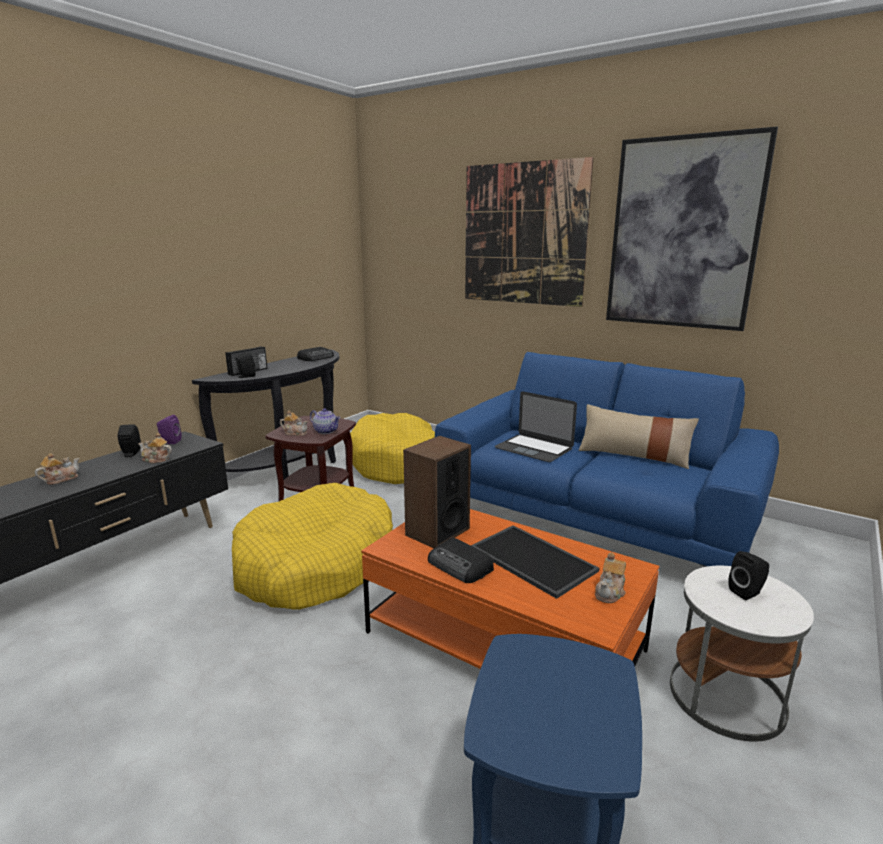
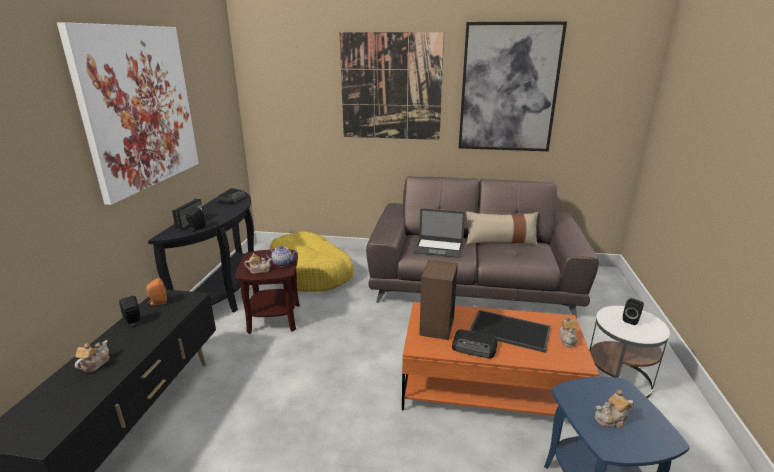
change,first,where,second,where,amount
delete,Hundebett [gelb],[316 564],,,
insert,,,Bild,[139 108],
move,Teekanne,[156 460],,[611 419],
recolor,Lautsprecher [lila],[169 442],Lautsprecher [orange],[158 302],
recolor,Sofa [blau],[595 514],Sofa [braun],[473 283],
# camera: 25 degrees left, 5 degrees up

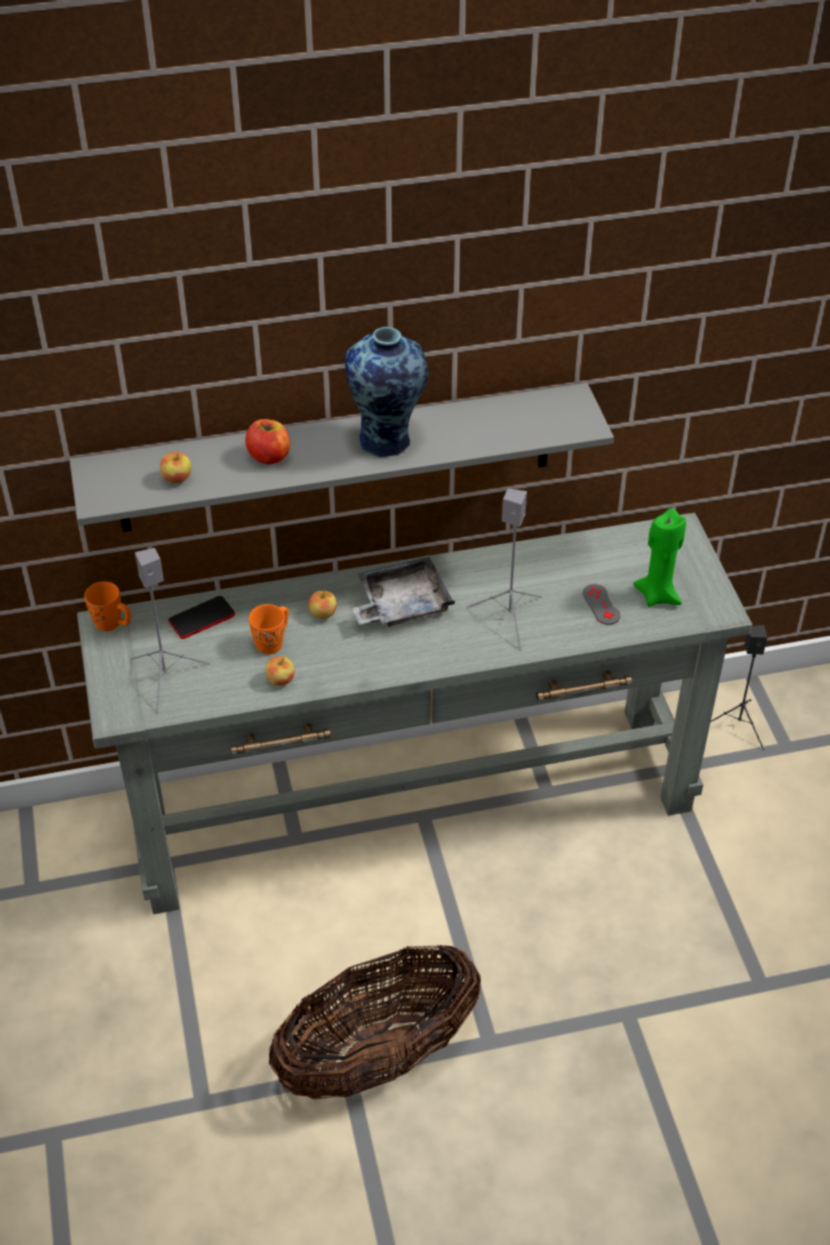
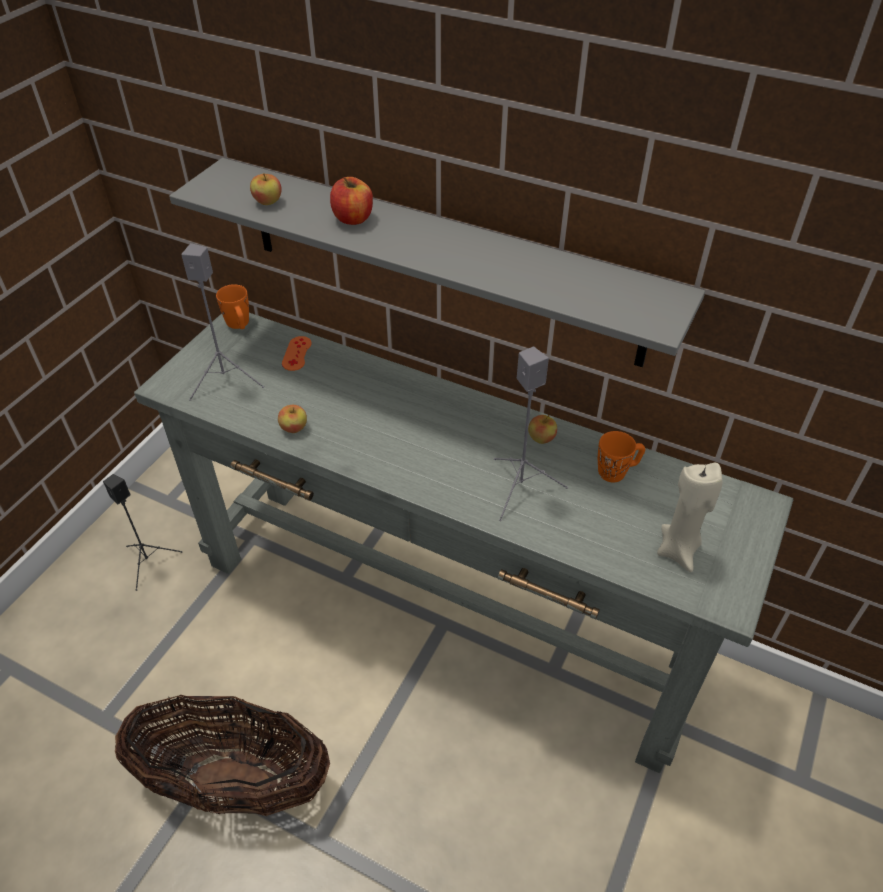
change,first,where,second,where,amount
delete,Vase,[387 441],,,
delete,Tablett [grau],[401 604],,,
delete,Gamepad [grau],[601 604],,,
move,Henkelbecher [orange],[273 641],,[617 471],
move,Apfel,[323 614],,[541 438],
move,Lautsprecher [schwarz],[738 724],,[149 561],
replace,Handy,[201 618],Gamepad [orange],[297 353],
recolor,Kerze [grün],[657 595],Kerze [beige],[678 550],
# camera: 40 degrees right, 0 degrees up

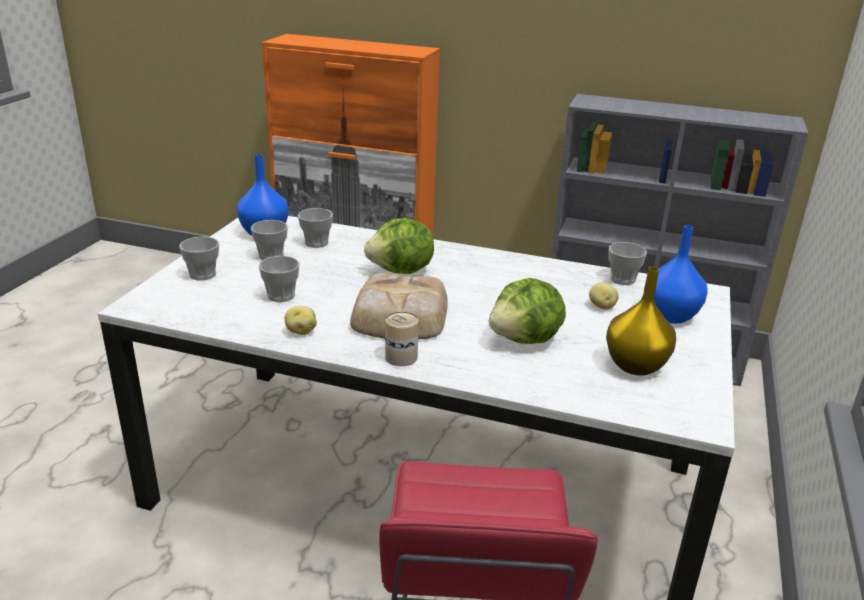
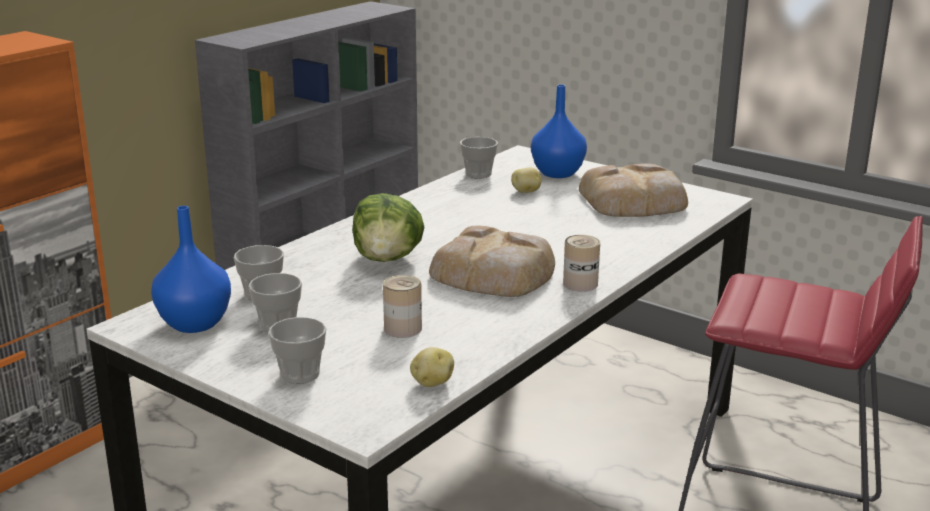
change,first,where,second,where,amount
delete,Salatkopf,[526 340],,,
move,Kartoffel,[301 331],,[432 383],
replace,Tasse,[281 295],Dose,[403 328],
replace,Vase [gelb],[635 366],Brot,[634 201],
# camera: 70 degrees left, 5 degrees down

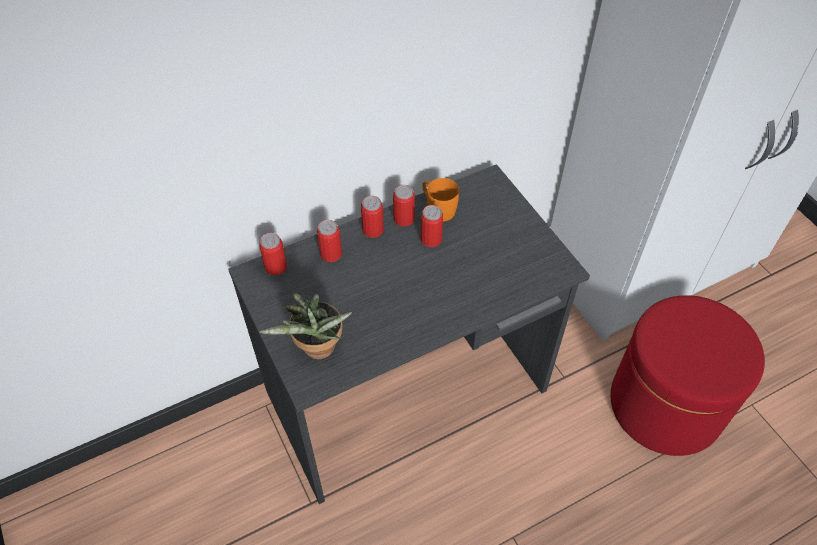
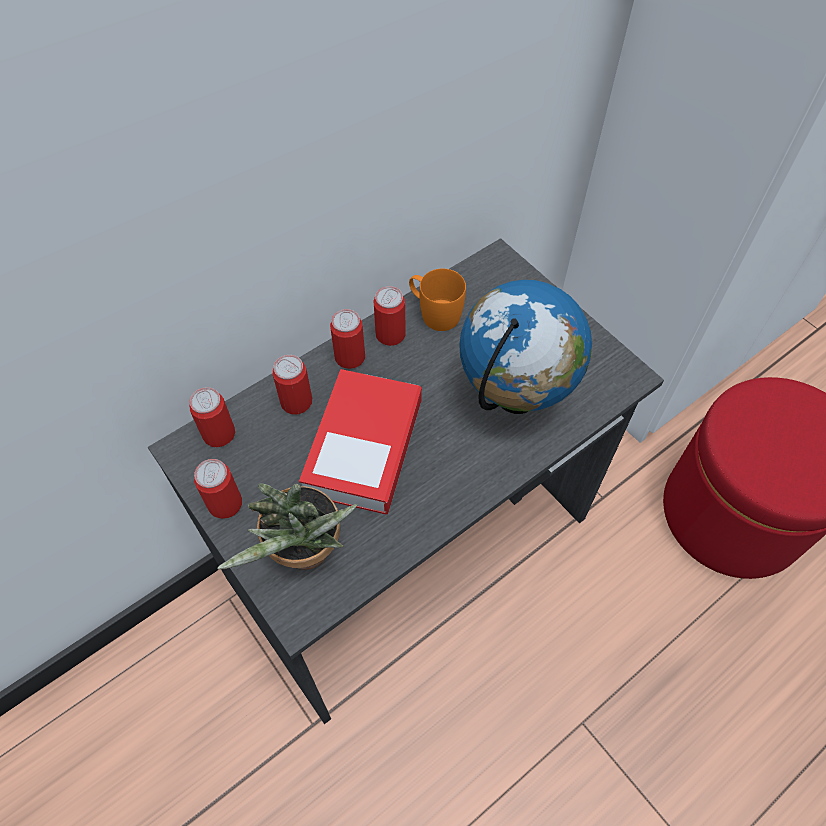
change,first,where,second,where,amount
insert,,,Buch,[364 447],
insert,,,Globus,[514 399],
move,Dose,[431 239],,[225 503],
# camera: 10 degrees left, 5 degrees up

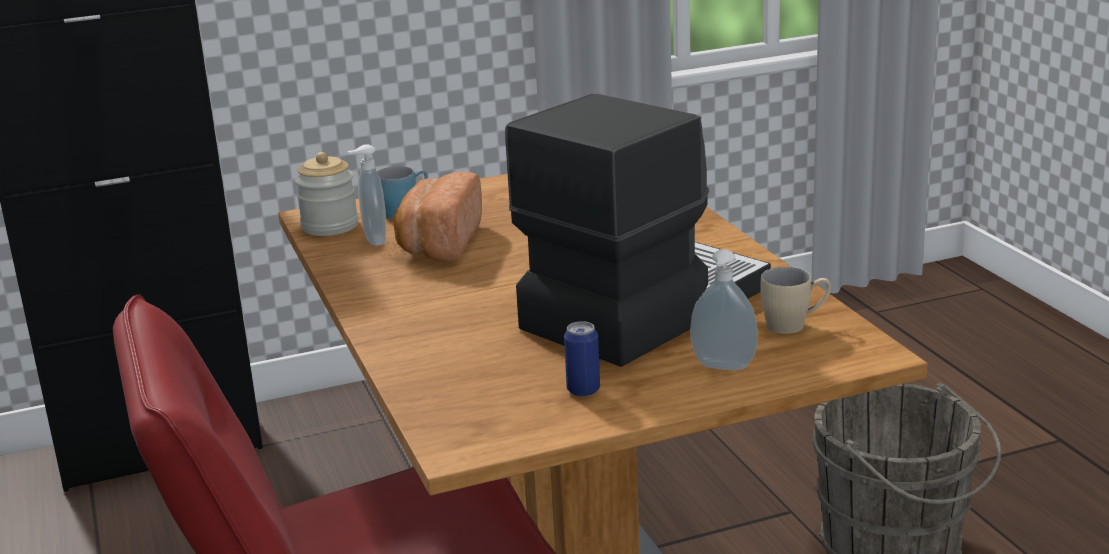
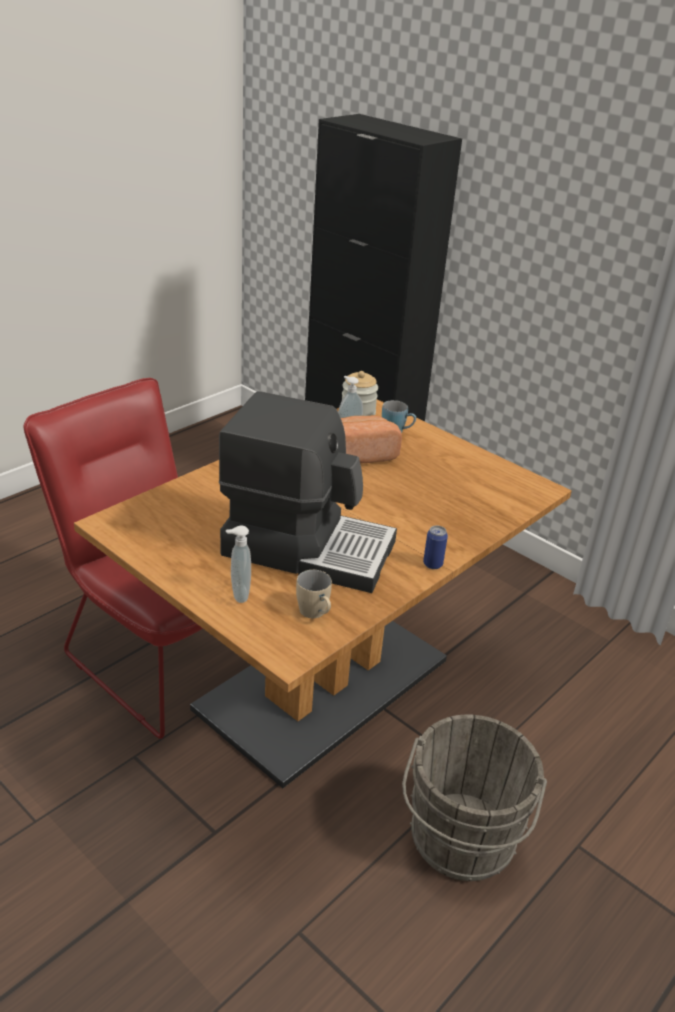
change,first,where,second,where,amount
move,Dose,[583 390],,[432 564],
# camera: 60 degrees right, 10 degrees up

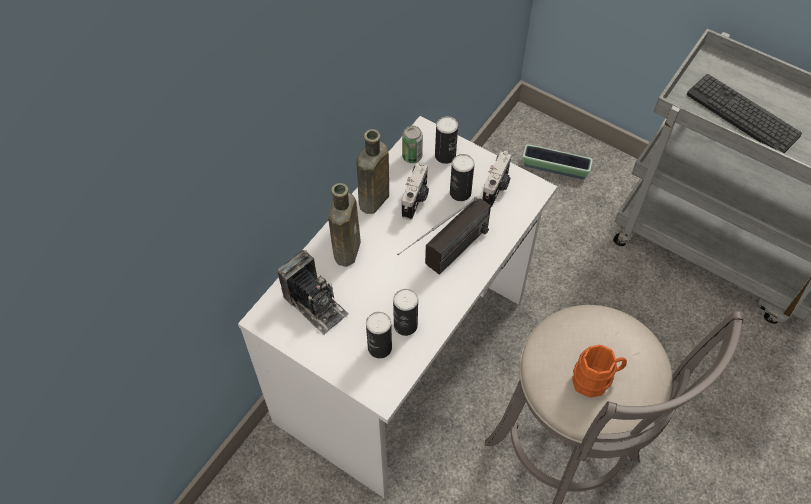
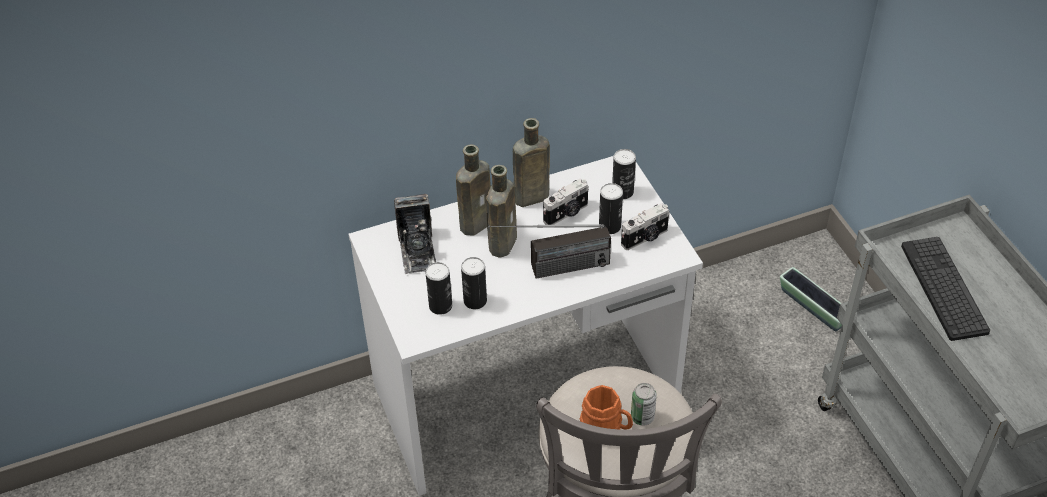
change,first,where,second,where,amount
insert,,,Flasche [braun],[503 241],
move,Dose,[412 156],,[642 417],
# camera: 35 degrees right, 10 degrees down

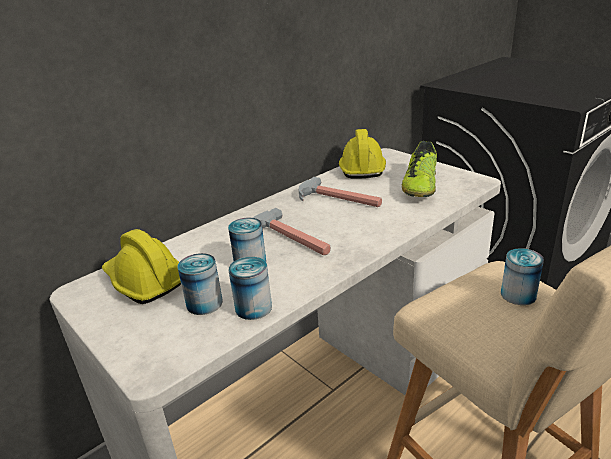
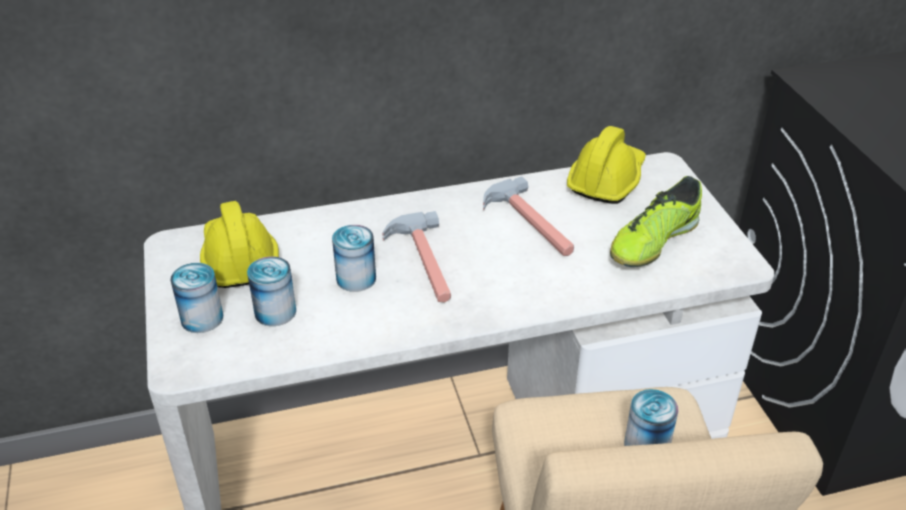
change,first,where,second,where,amount
move,Dose,[253 307],,[202 318],
# camera: 25 degrees right, 10 degrees up

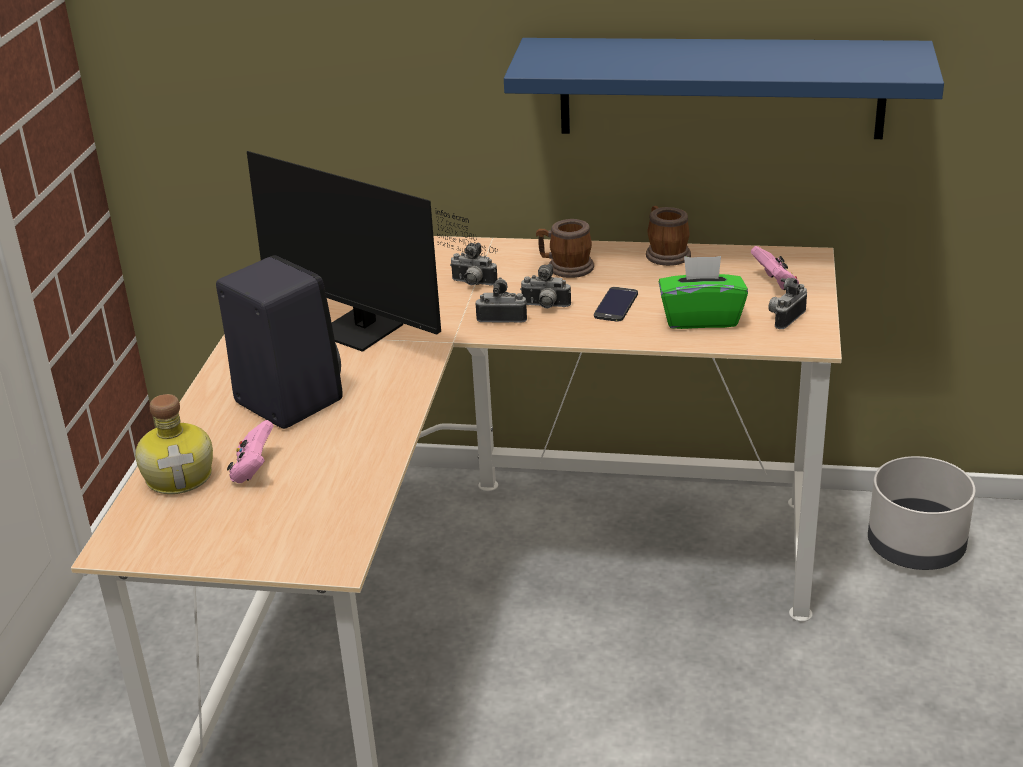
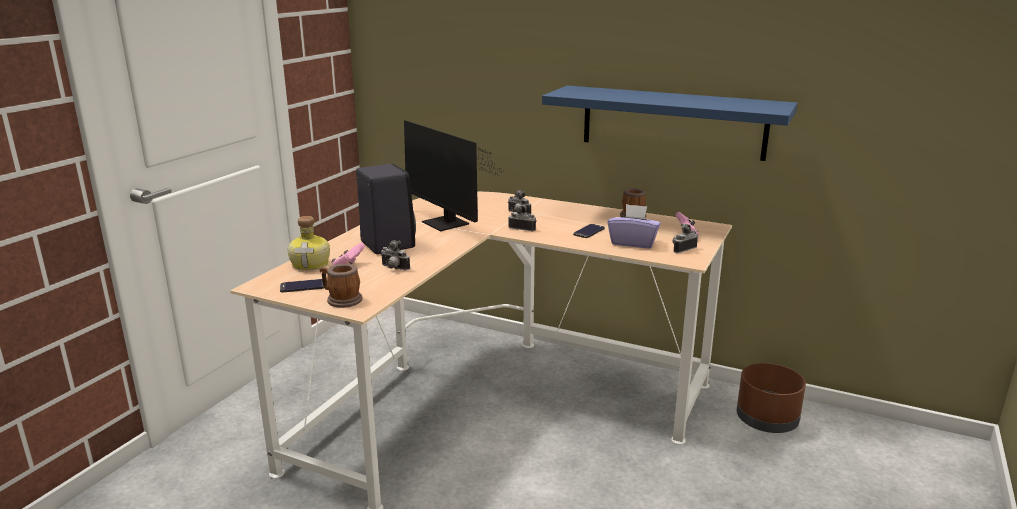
change,first,where,second,where,amount
insert,,,Handy,[303 286],
move,Kamera,[545 307],,[394 268],
move,Henkelbecher,[565 268],,[341 300],
recolor,Taschentuchbox [grün],[701 318],Taschentuchbox [lila],[633 243],
recolor,Pflanzkübel [grau],[915 546],Pflanzkübel [braun],[766 420],
# camera: 15 degrees right, 10 degrees down

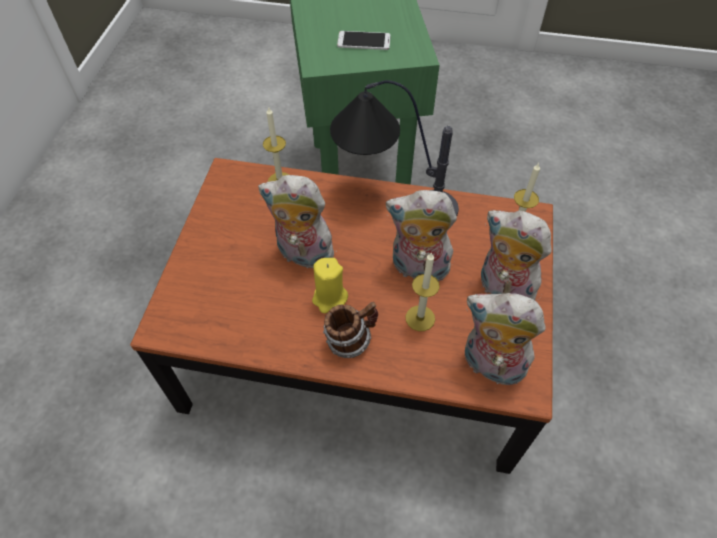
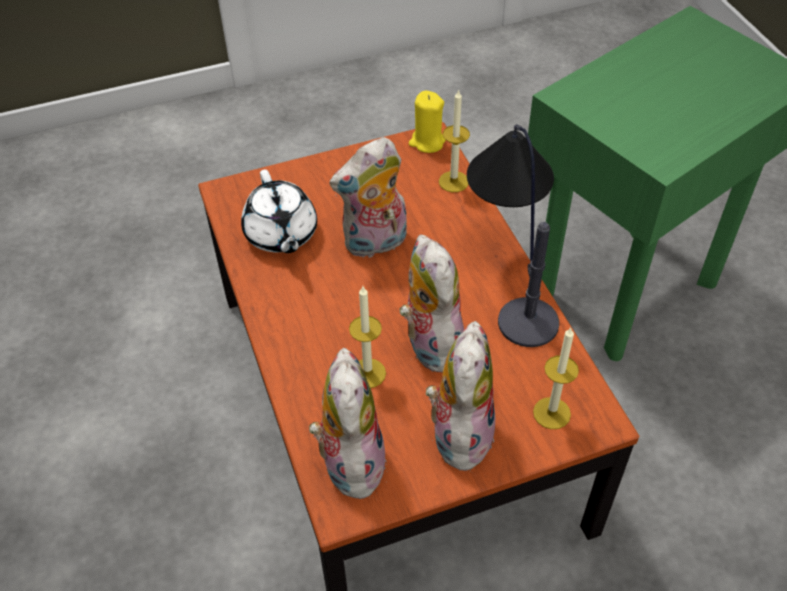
change,first,where,second,where,amount
delete,Henkelbecher,[351 340],,,
delete,Handy,[364 41],,,
insert,,,Teekanne [weiß],[281 234],
move,Kerze [gelb],[329 298],,[427 142],
rotate,Plüschtier,[302 255],,[375 244],105 degrees counterclockwise
# camera: 60 degrees right, 5 degrees down

